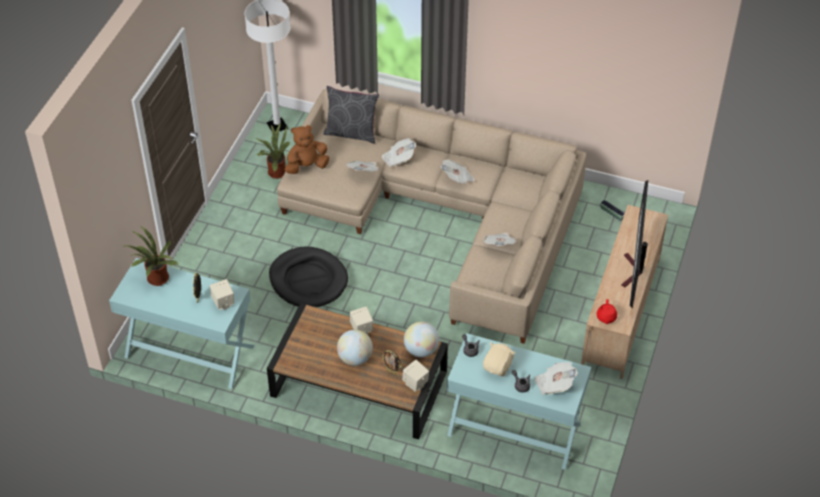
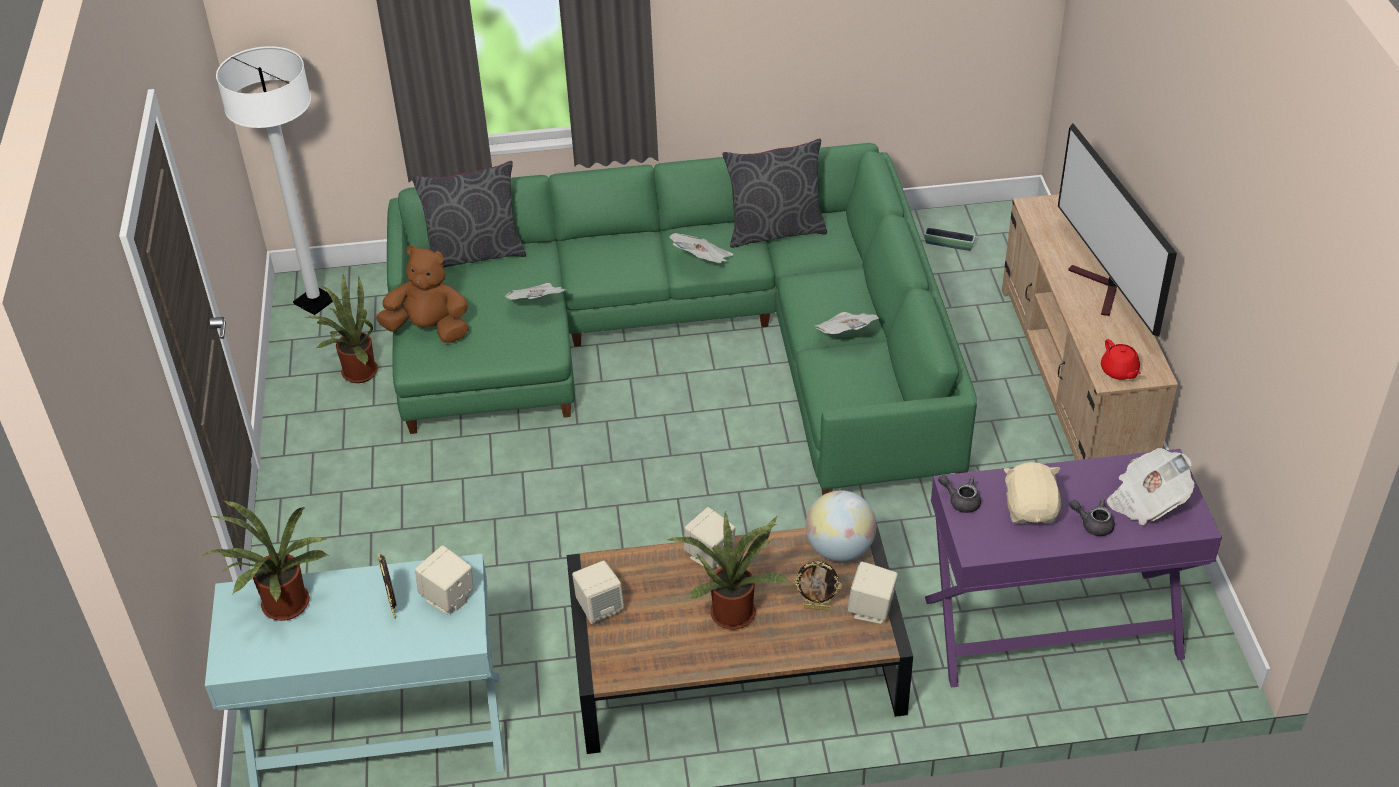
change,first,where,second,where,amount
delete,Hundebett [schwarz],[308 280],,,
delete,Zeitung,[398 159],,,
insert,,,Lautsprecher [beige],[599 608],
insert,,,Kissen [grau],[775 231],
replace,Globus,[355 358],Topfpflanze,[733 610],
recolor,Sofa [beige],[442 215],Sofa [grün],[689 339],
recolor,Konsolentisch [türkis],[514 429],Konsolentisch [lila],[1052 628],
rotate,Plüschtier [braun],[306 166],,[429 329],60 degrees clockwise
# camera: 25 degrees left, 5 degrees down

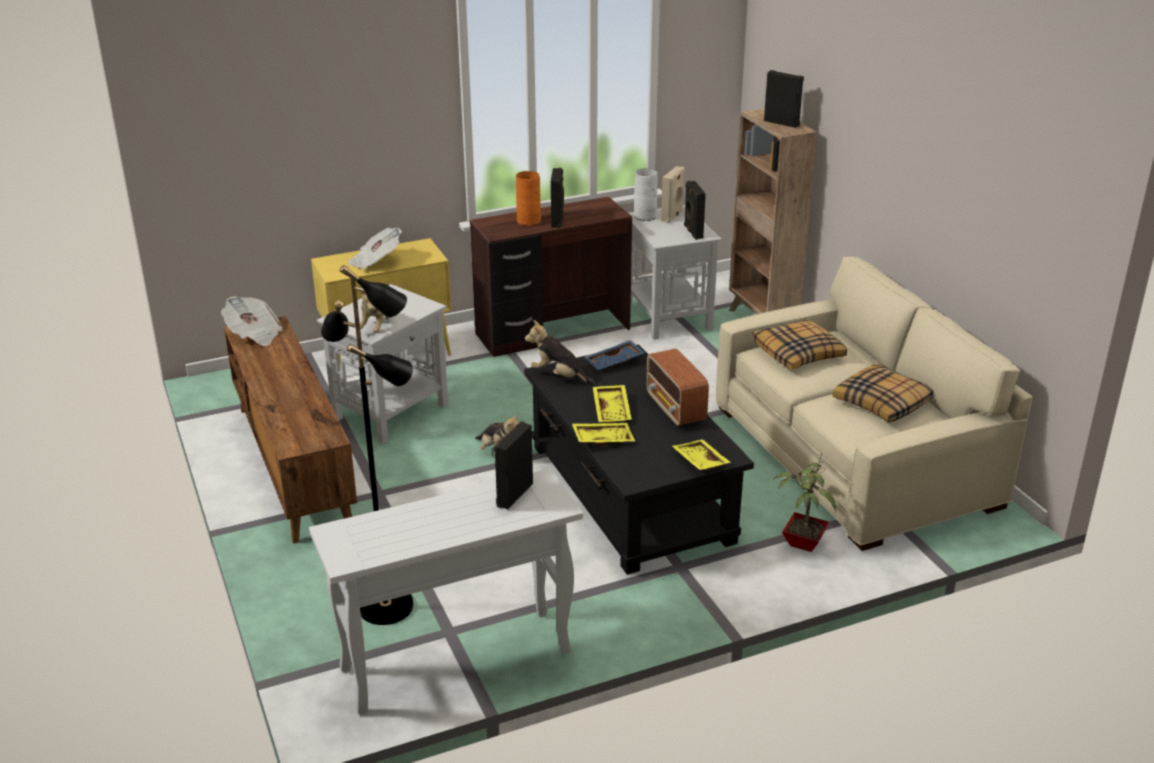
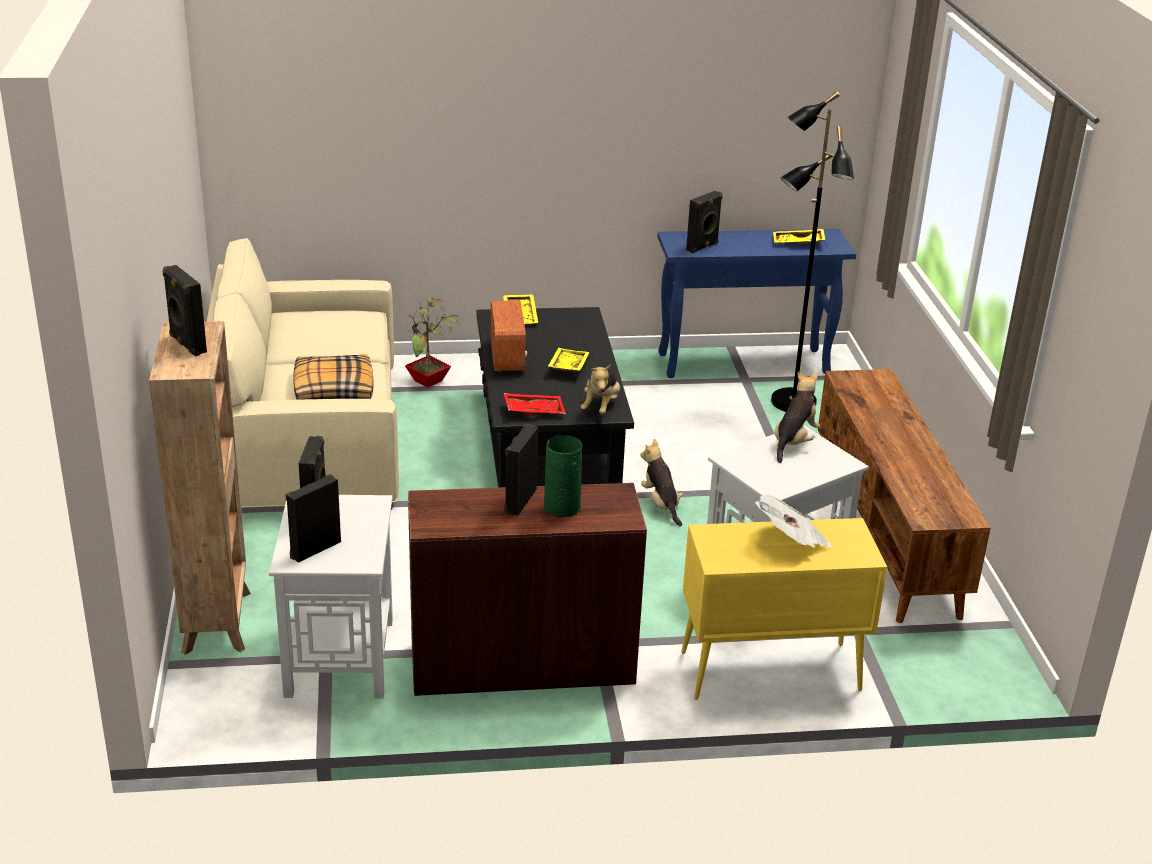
change,first,where,second,where,amount
delete,Zeitung,[254 334],,,
delete,Vase [weiß],[645 216],,,
delete,Kissen,[883 403],,,
move,Tablett [gelb],[603 439],,[798 243],
recolor,Konsolentisch [weiß],[454 662],Konsolentisch [blau],[744 363],
recolor,Vase [orange],[528 222],Vase [grün],[562 507],
recolor,Tablett [blau],[615 362],Tablett [rot],[534 410],
recolor,Lautsprecher [beige],[673 216],Lautsprecher [schwarz],[314 549],
rotate,Plüschtier,[559 376],,[601 406],60 degrees clockwise
# camera: 165 degrees left, 0 degrees up

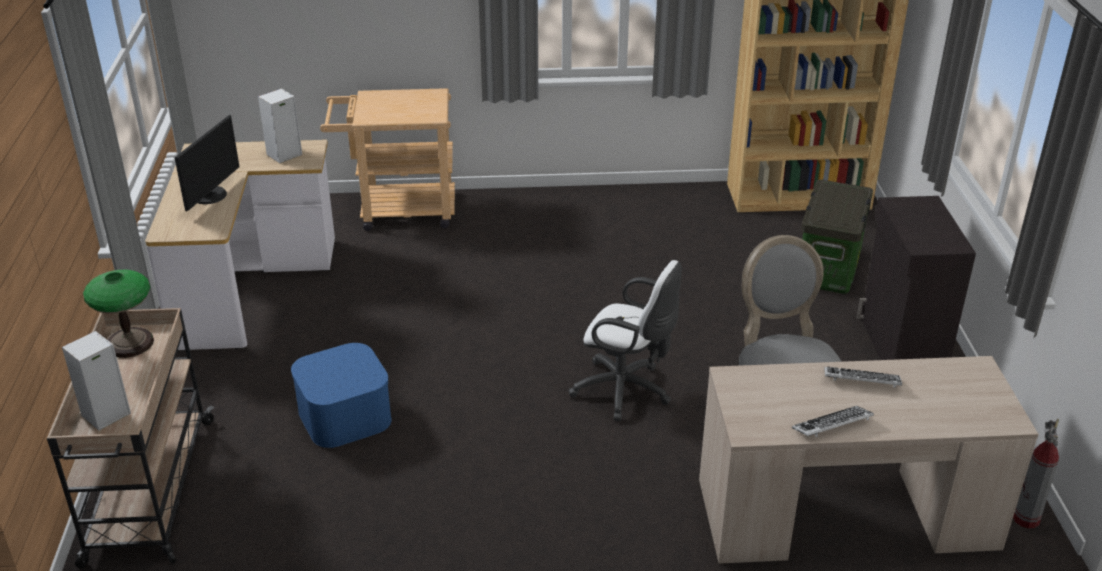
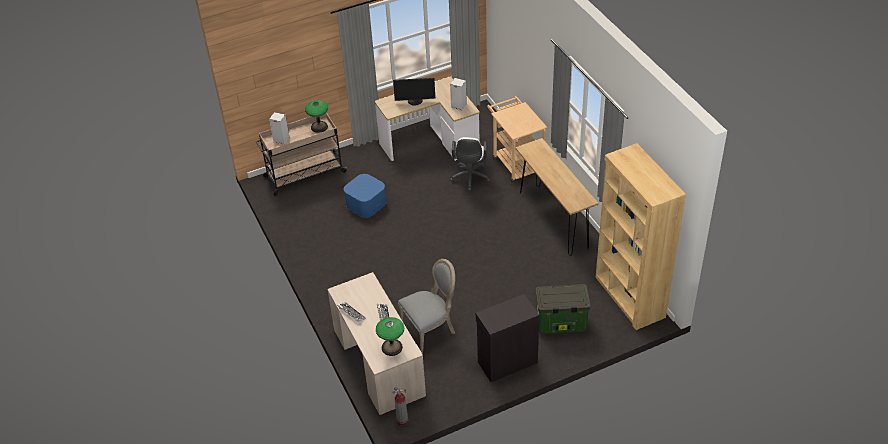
change,first,where,second,where,amount
insert,,,Tischlampe,[391 347],
insert,,,Konsolentisch [braun],[553 219],
move,Bürostuhl [weiß],[626 391],,[470 178],
# camera: 70 degrees right, 10 degrees up

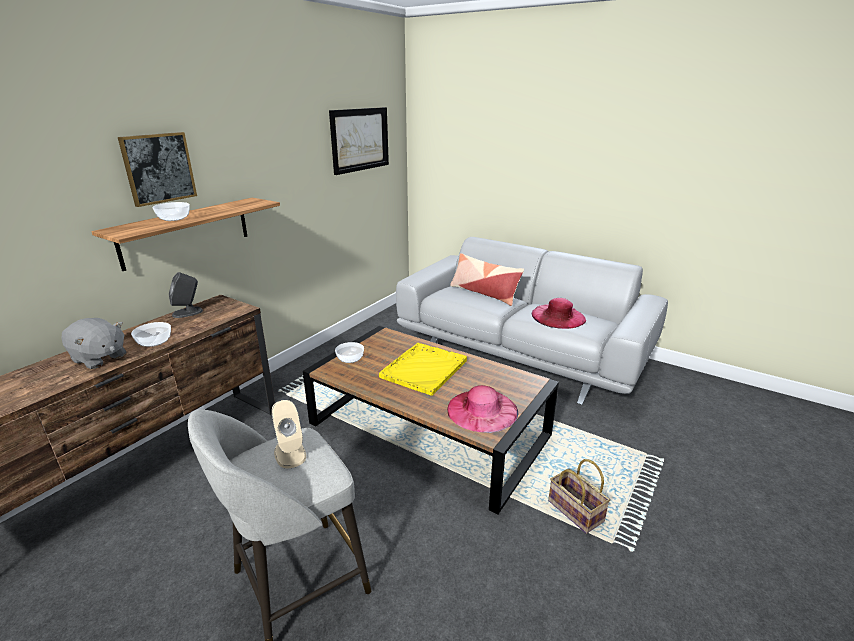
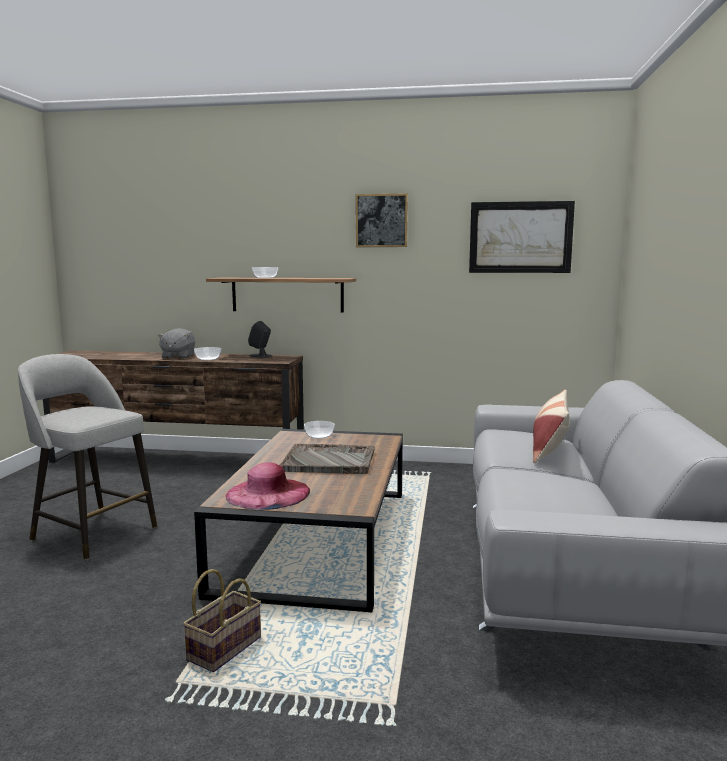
change,first,where,second,where,amount
delete,Lautsprecher [beige],[290 453],,,
delete,Hut [rosa],[558 316],,,
move,Bild,[158 168],,[381 220],
recolor,Tablett [gelb],[424 369],Tablett [grau],[329 461],
# camera: 65 degrees right, 15 degrees down

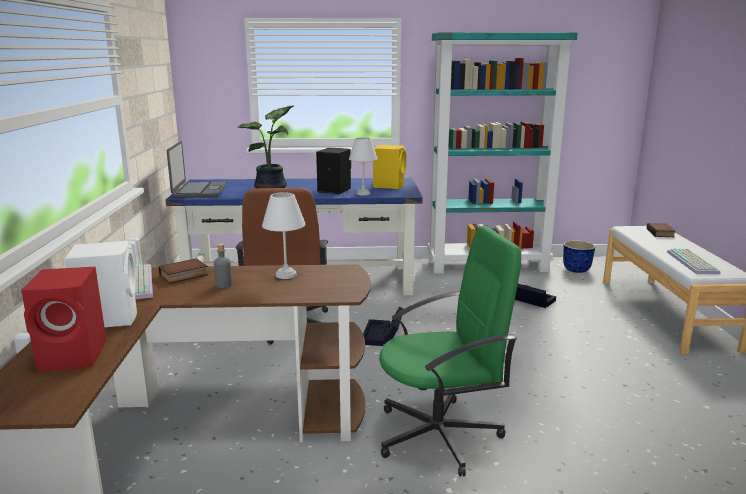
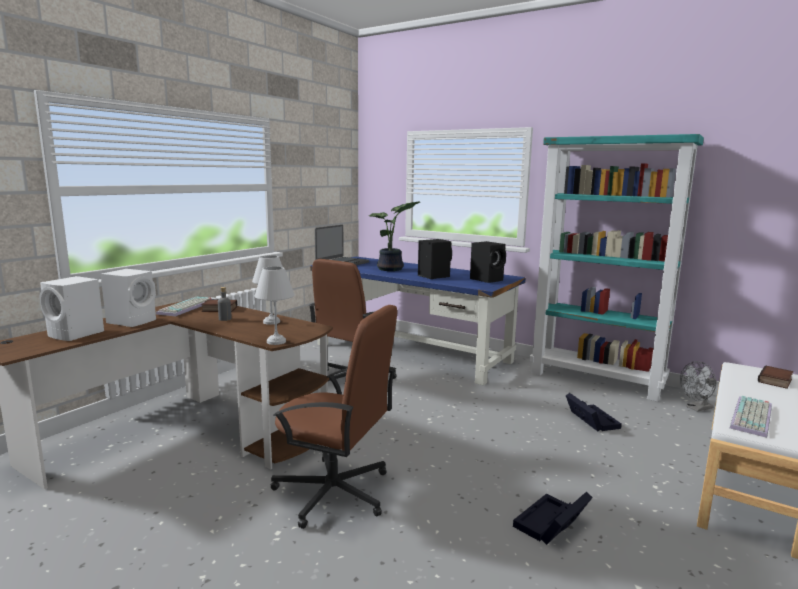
change,first,where,second,where,amount
move,Tischlampe [weiß],[362 194],,[275 341],
move,Aufbewahrungsbox [schwarz],[383 336],,[551 525],
replace,Pflanzkübel,[577 270],Ventilator [grau],[697 408],
recolor,Lautsprecher [rot],[75 355],Lautsprecher [weiß],[76 334],
recolor,Lautsprecher [gelb],[389 185],Lautsprecher [schwarz],[487 279],
recolor,Bürostuhl [grün],[440 435],Bürostuhl [braun],[334 492],
# camera: 35 degrees right, 5 degrees down

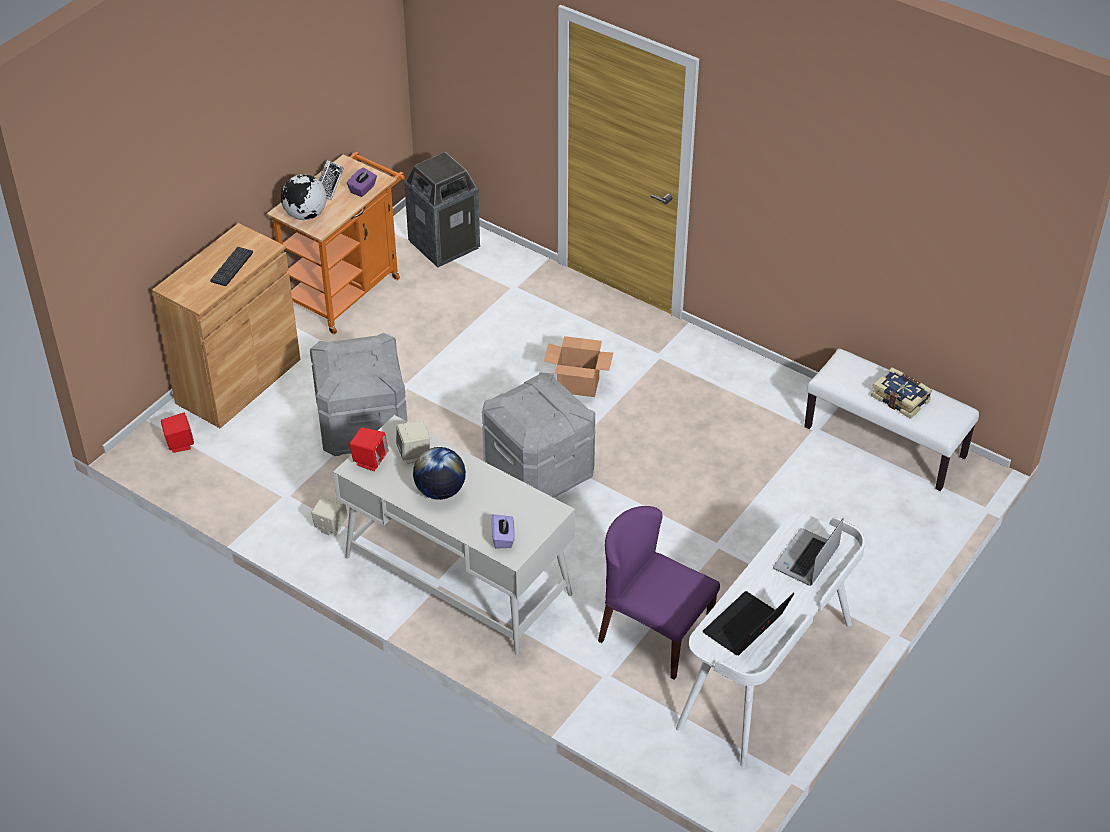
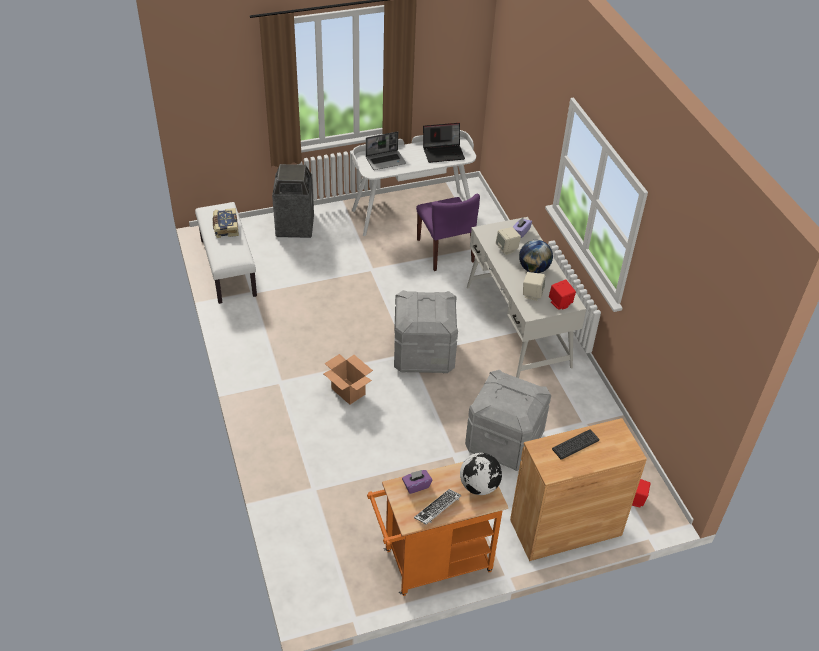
change,first,where,second,where,amount
move,Lautsprecher [beige],[330 526],,[507 249],
move,Mülleimer,[444 245],,[294 226],
# camera: 145 degrees left, 0 degrees up

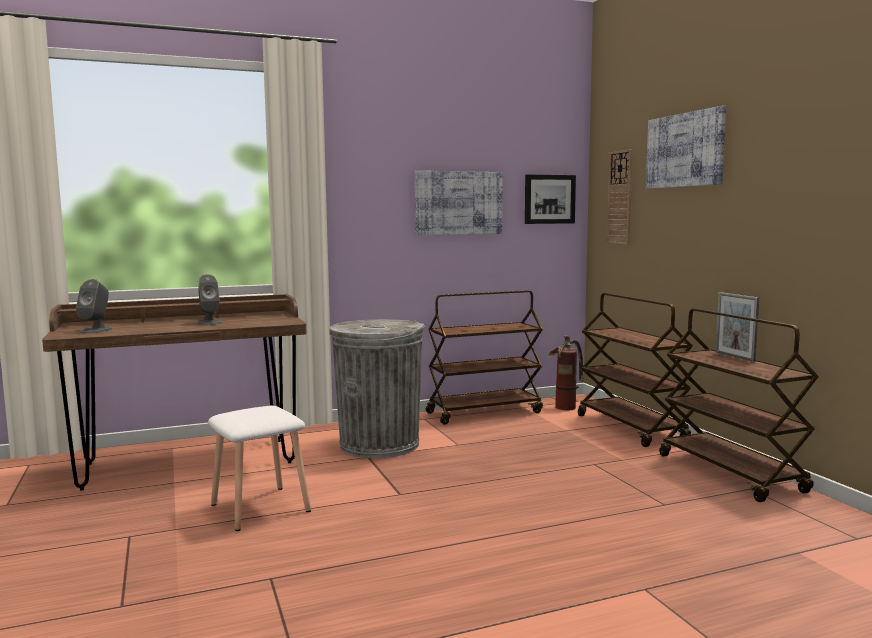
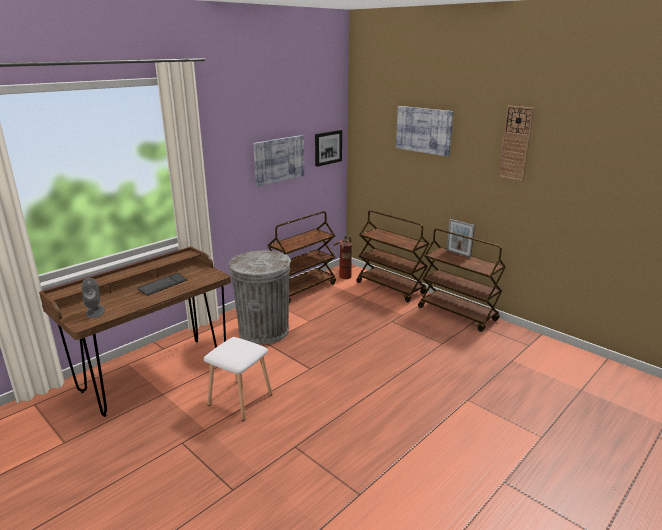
change,first,where,second,where,amount
move,Wanduhr,[620 197],,[515 143],
replace,Lautsprecher [grau],[209 322],Tastatur,[163 285],
# camera: 25 degrees left, 15 degrees up

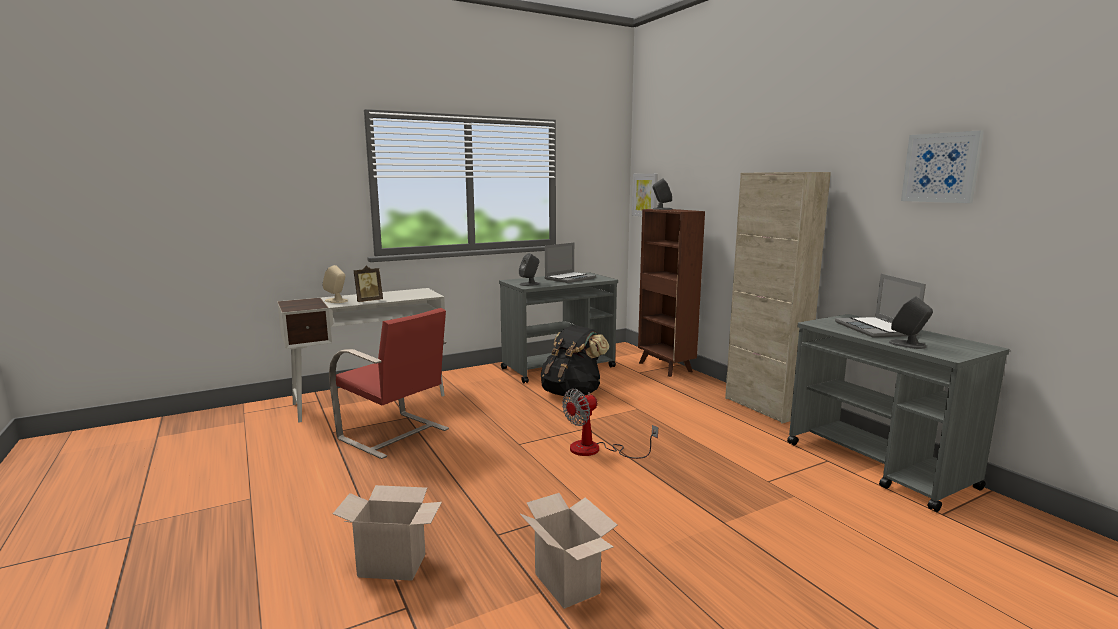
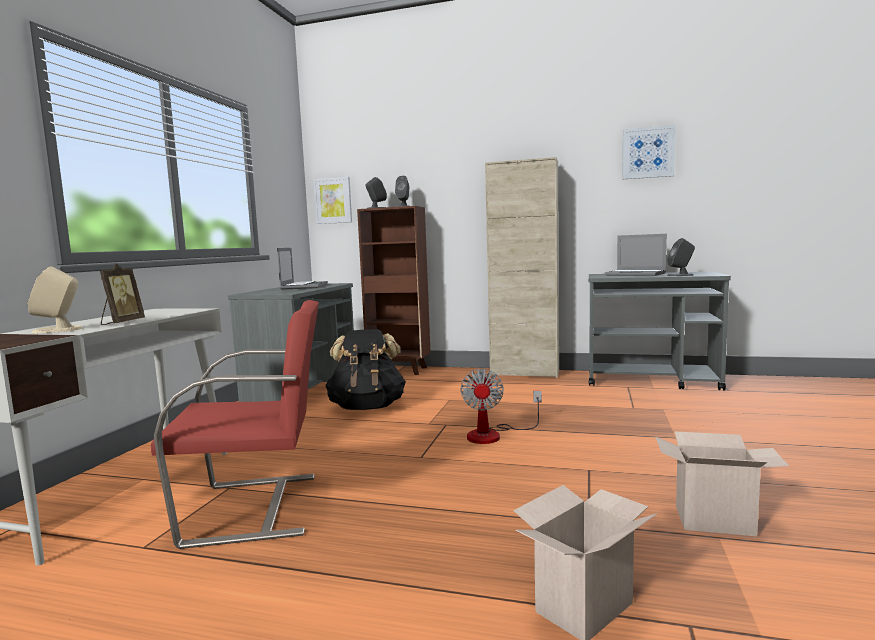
change,first,where,second,where,amount
move,Lautsprecher [grau],[529 284],,[403 207],
# camera: 45 degrees left, 5 degrees down

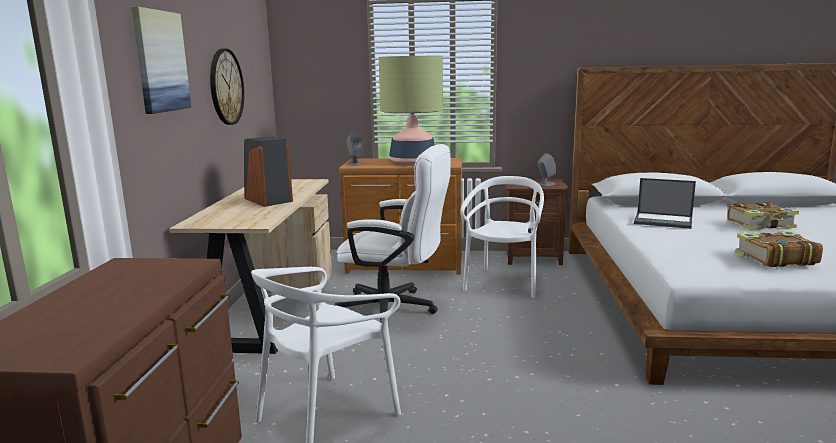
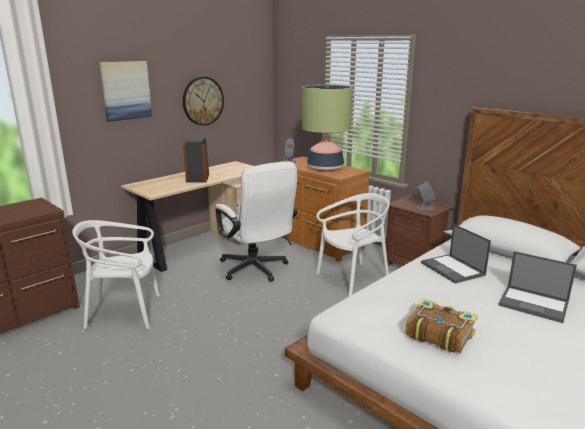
change,first,where,second,where,amount
replace,Buch,[761 225],Laptop,[534 304],
# camera: 40 degrees right, 5 degrees up

